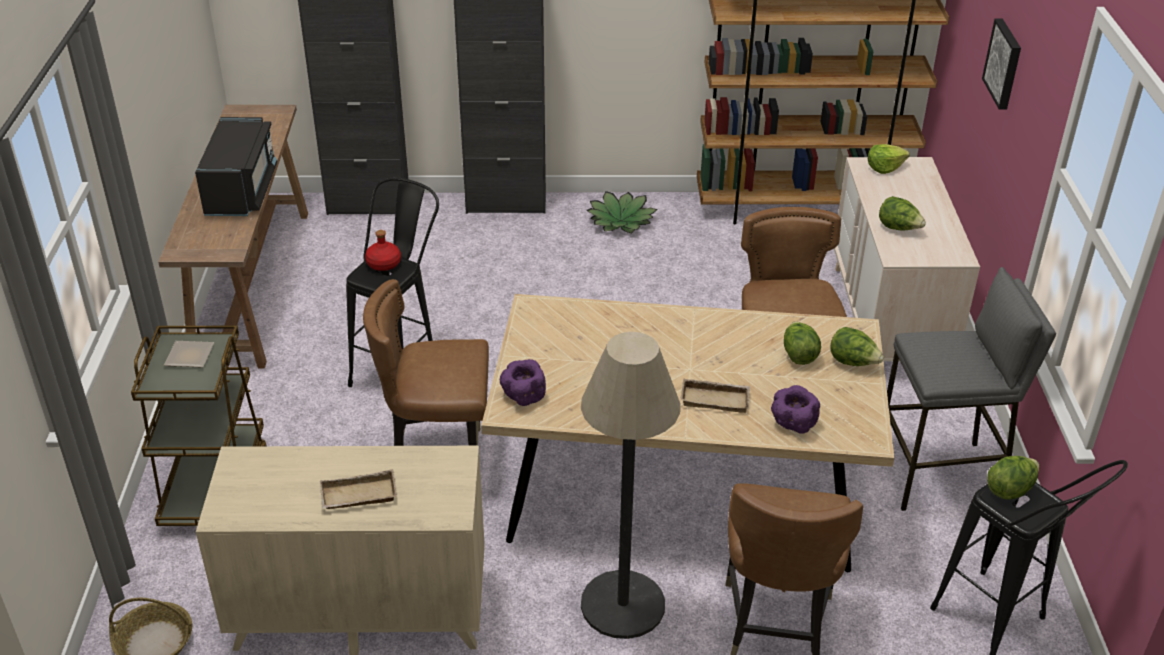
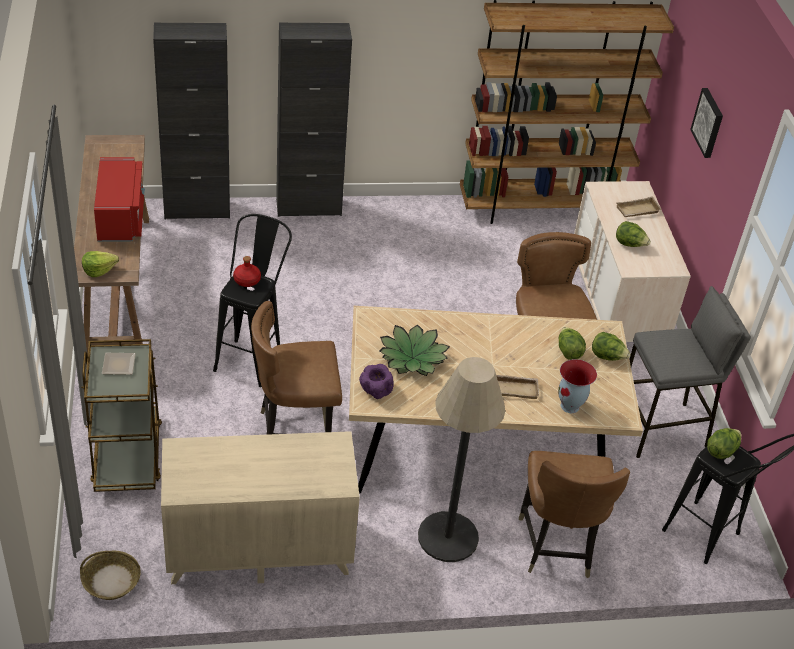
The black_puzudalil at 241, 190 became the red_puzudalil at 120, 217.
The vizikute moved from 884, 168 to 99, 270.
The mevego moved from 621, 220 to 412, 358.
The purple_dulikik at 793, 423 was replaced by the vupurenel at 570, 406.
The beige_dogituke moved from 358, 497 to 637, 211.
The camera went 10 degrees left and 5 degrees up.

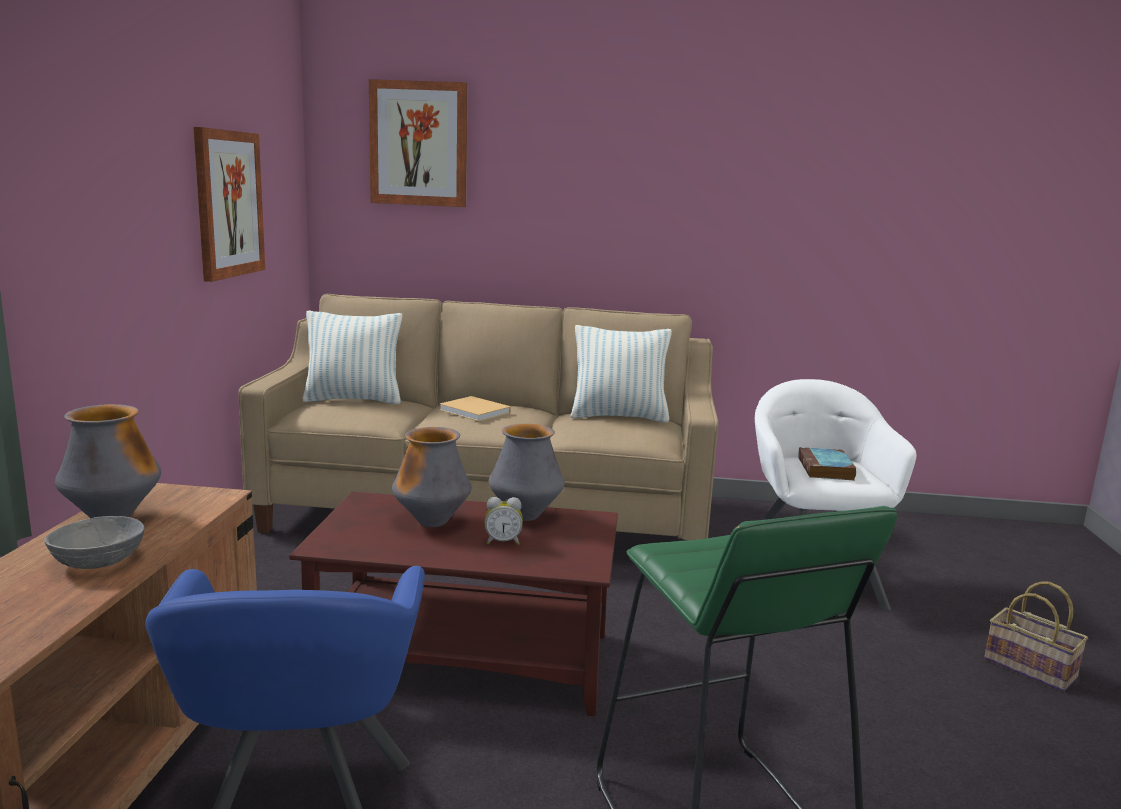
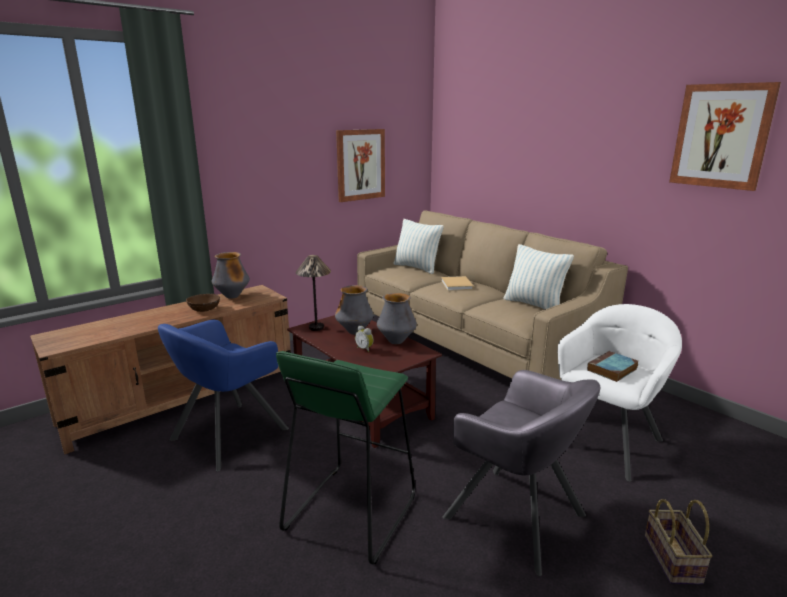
The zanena moved from 419, 144 to 721, 136.
The grey_dulikik at 99, 561 became the brown_dulikik at 204, 309.
The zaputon at 316, 327 appeared.
The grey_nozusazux at 515, 517 appeared.
The camera went 45 degrees right and 5 degrees up.

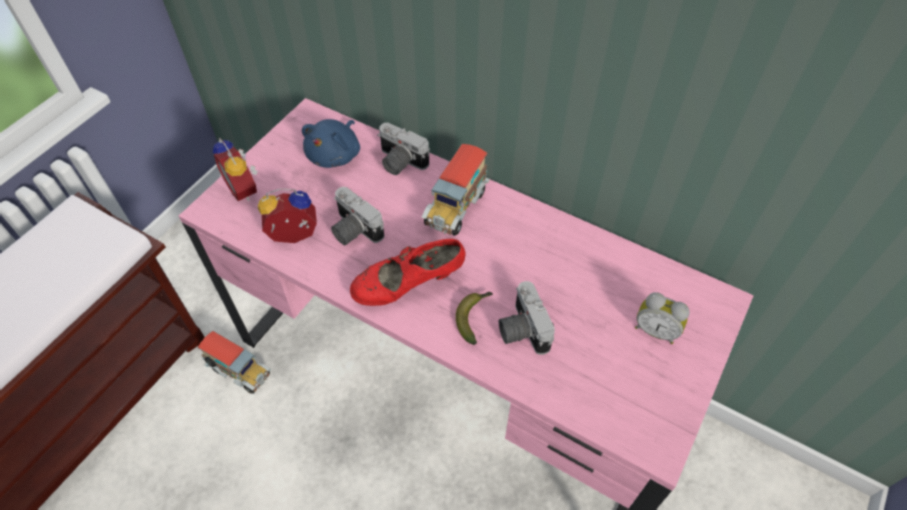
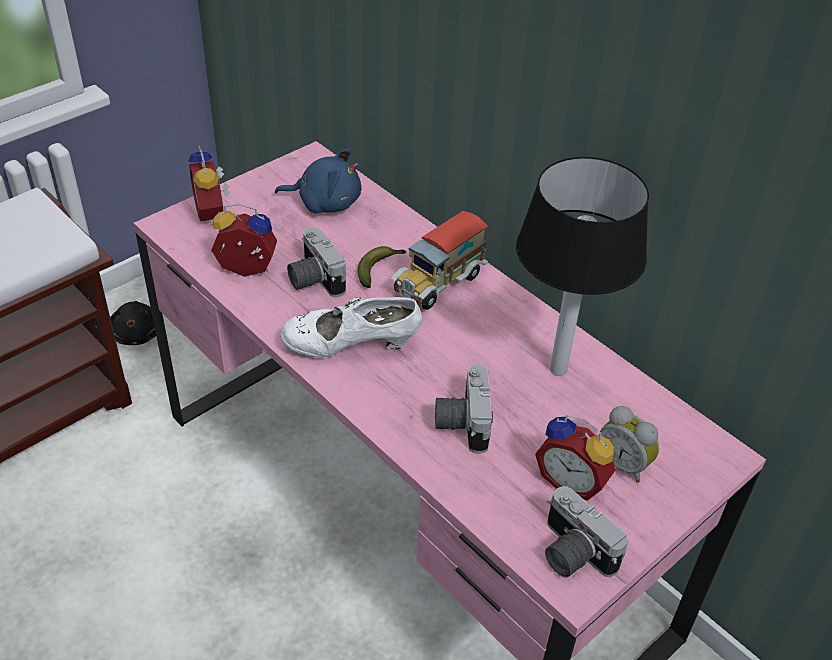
The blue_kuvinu at 335, 155 turned 120 degrees counterclockwise.
The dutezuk moved from 399, 162 to 570, 553.
The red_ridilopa at 408, 286 became the white_ridilopa at 351, 348.
The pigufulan moved from 474, 317 to 380, 269.
The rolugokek at 239, 372 disappeared.
The zaputon at 557, 368 appeared.
The black_kuvinu at 138, 334 appeared.
The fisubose at 572, 481 appeared.
The camera went 15 degrees right and 10 degrees down.

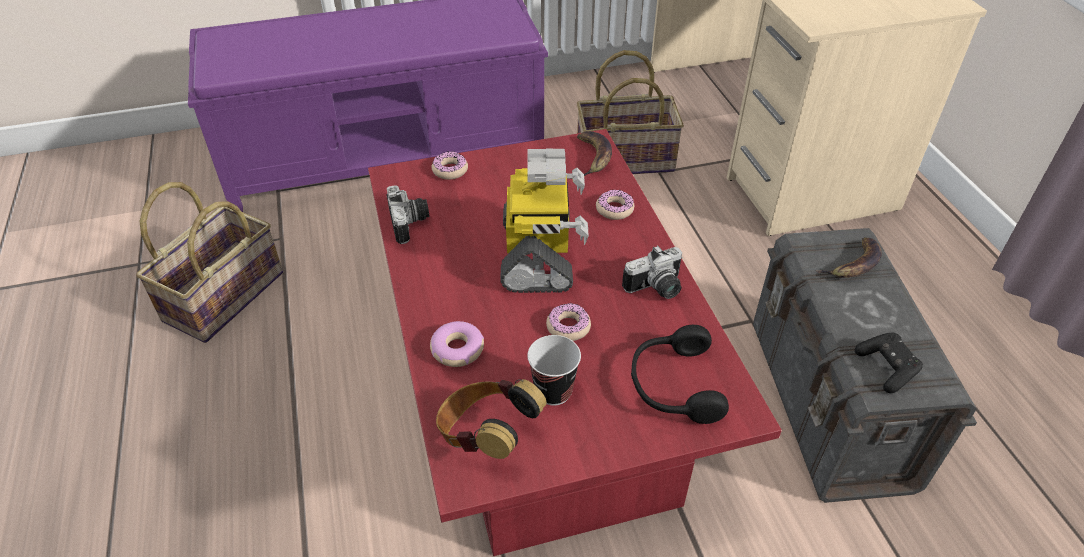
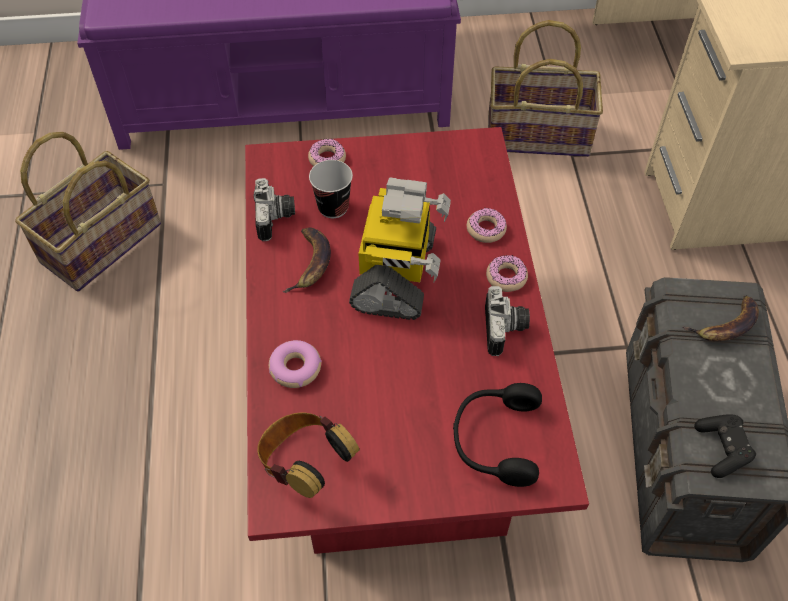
The pigufulan moved from 593, 158 to 310, 263.
The dutezuk at 656, 289 turned 75 degrees counterclockwise.
The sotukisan moved from 568, 327 to 506, 277.
The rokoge moved from 553, 391 to 333, 207.
The camera went 10 degrees right and 10 degrees up.

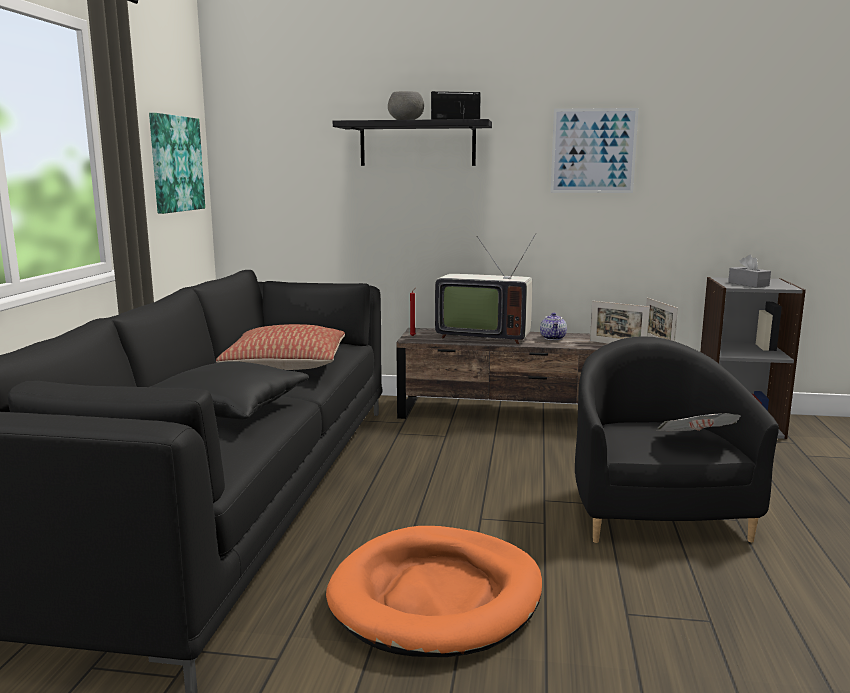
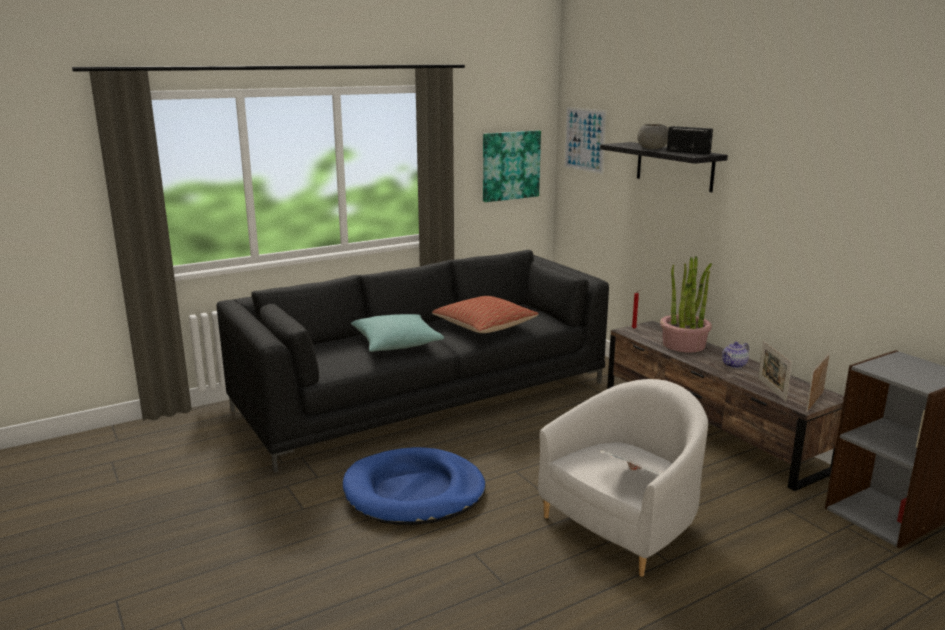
The zanena moved from 593, 151 to 584, 140.
The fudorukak at 482, 336 was replaced by the mevego at 683, 345.
The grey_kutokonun at 748, 284 disappeared.
The black_nozusazux at 653, 512 became the white_nozusazux at 623, 525.
The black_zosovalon at 227, 410 became the turquoise_zosovalon at 396, 344.
The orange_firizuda at 437, 596 became the blue_firizuda at 414, 492.
The camera went 50 degrees right and 5 degrees up.

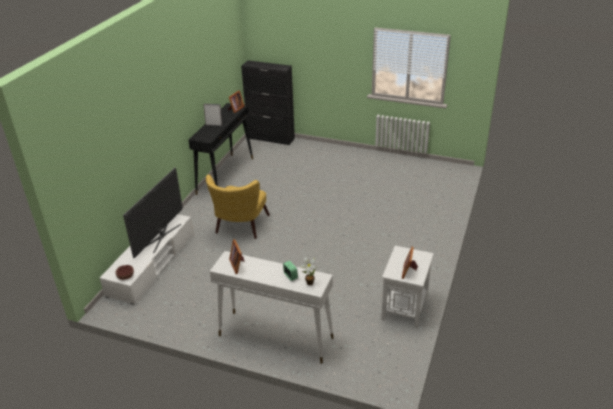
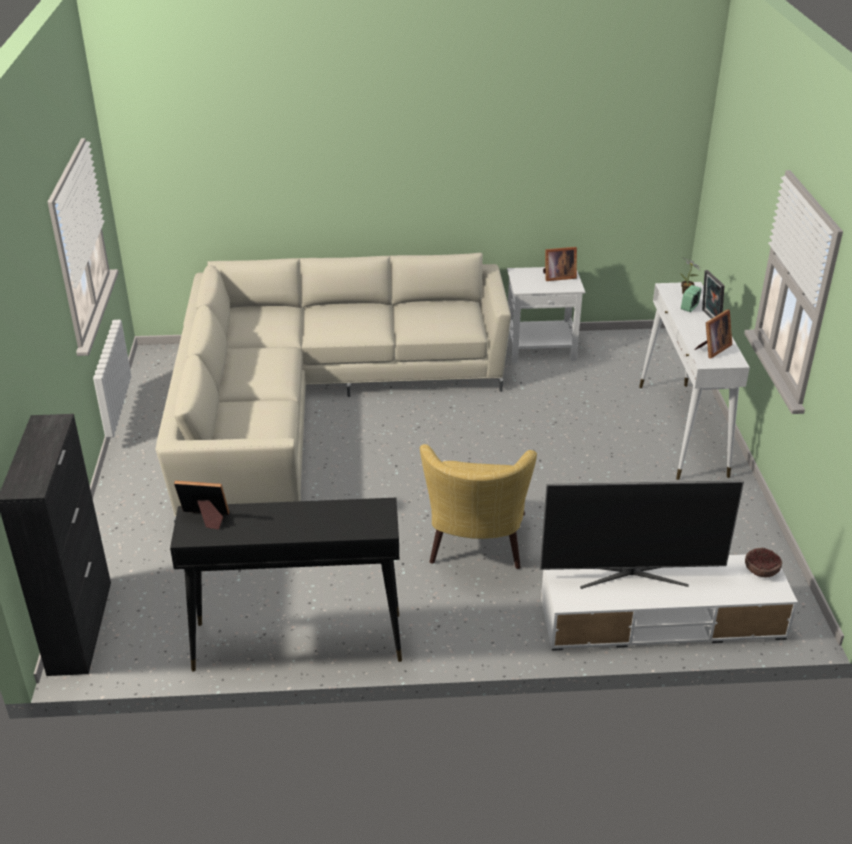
The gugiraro moved from 214, 125 to 709, 318.
The yellow_nozusazux at 240, 228 turned 105 degrees clockwise.
The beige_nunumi at 312, 402 appeared.
The camera went 115 degrees left and 0 degrees up.

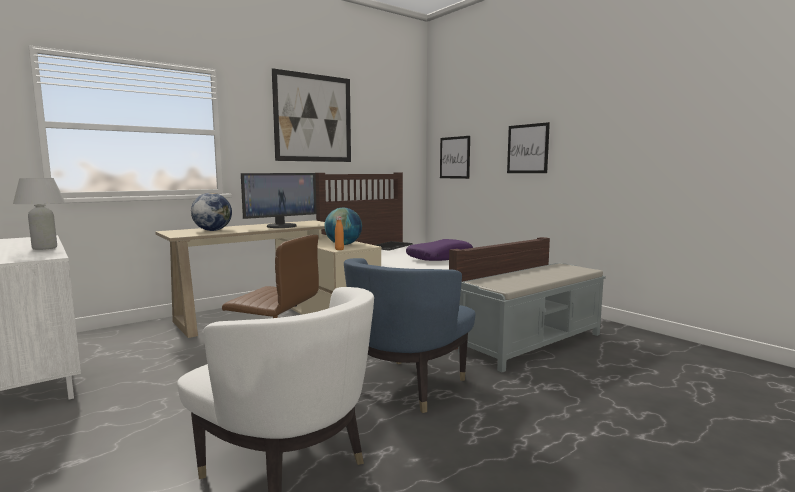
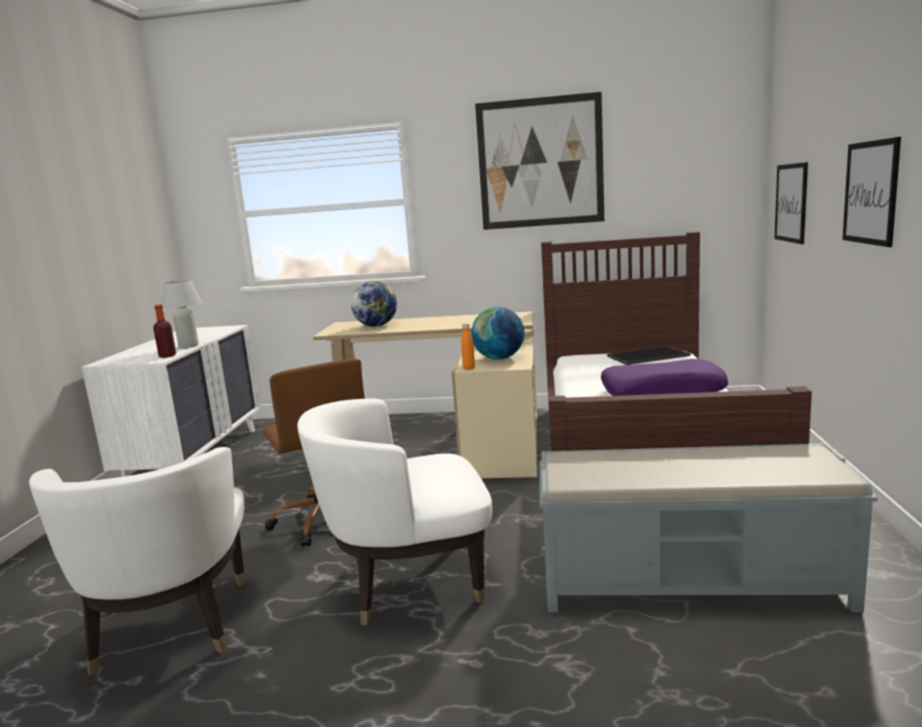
The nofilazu at 281, 226 disappeared.
The blue_nozusazux at 407, 386 became the white_nozusazux at 409, 581.
The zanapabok at 167, 356 appeared.
The camera went 45 degrees right and 5 degrees up.

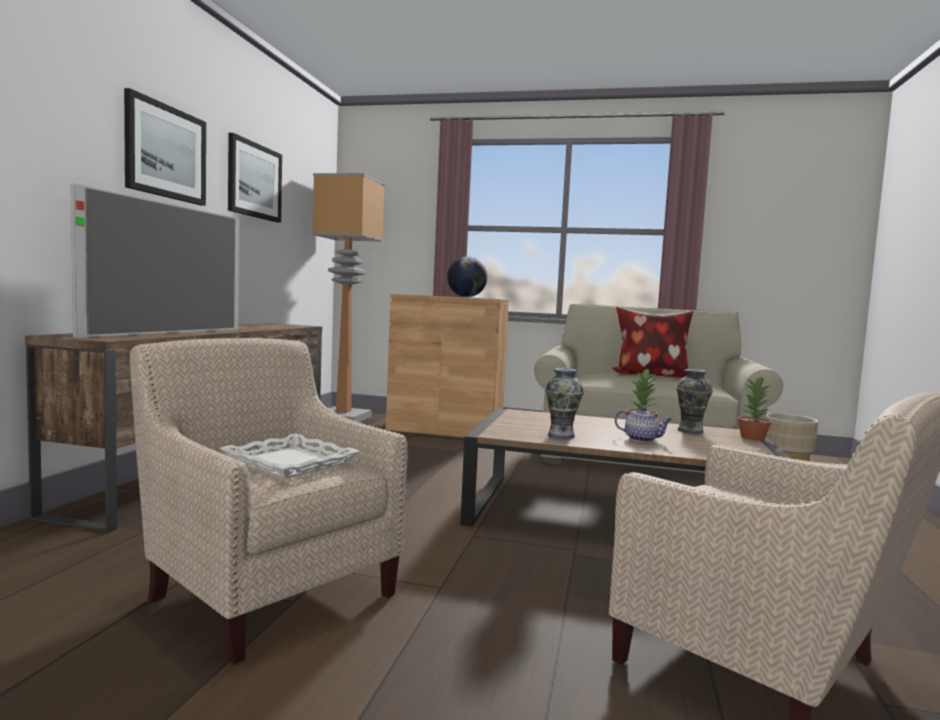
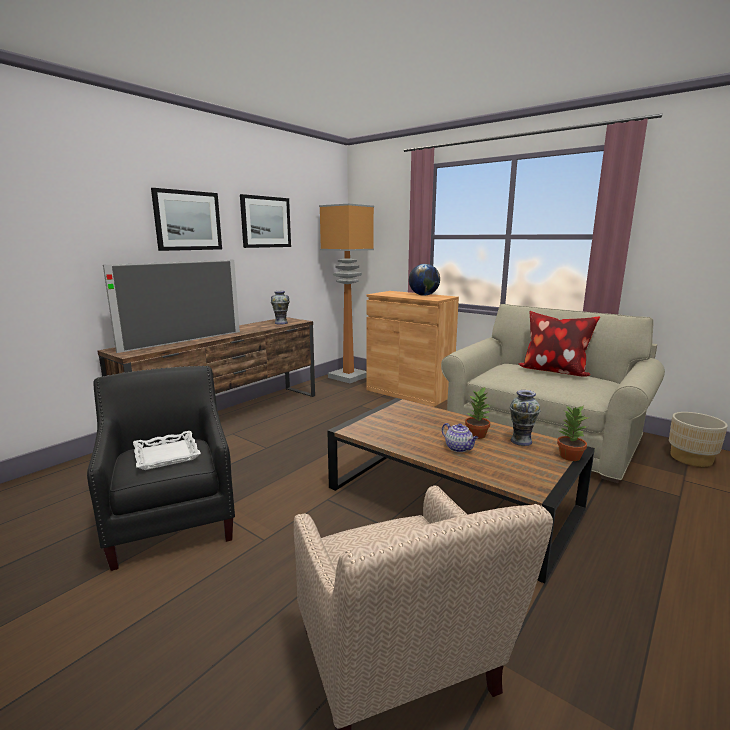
The beige_nozusazux at 269, 589 became the black_nozusazux at 174, 520.
The vupurenel moved from 561, 435 to 281, 323.
The camera went 25 degrees right and 10 degrees up.

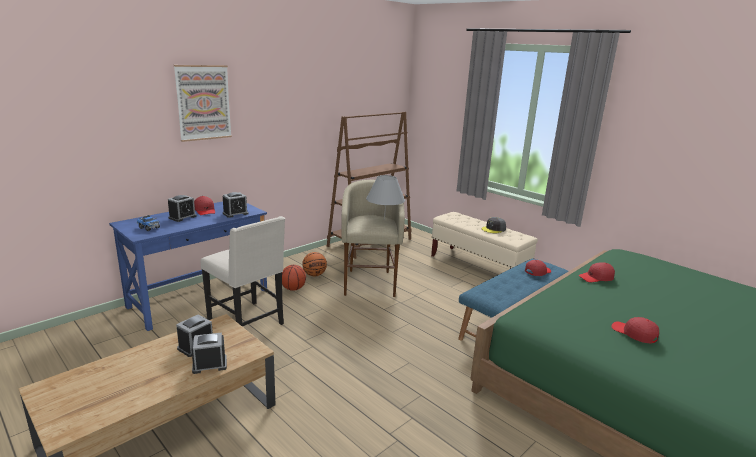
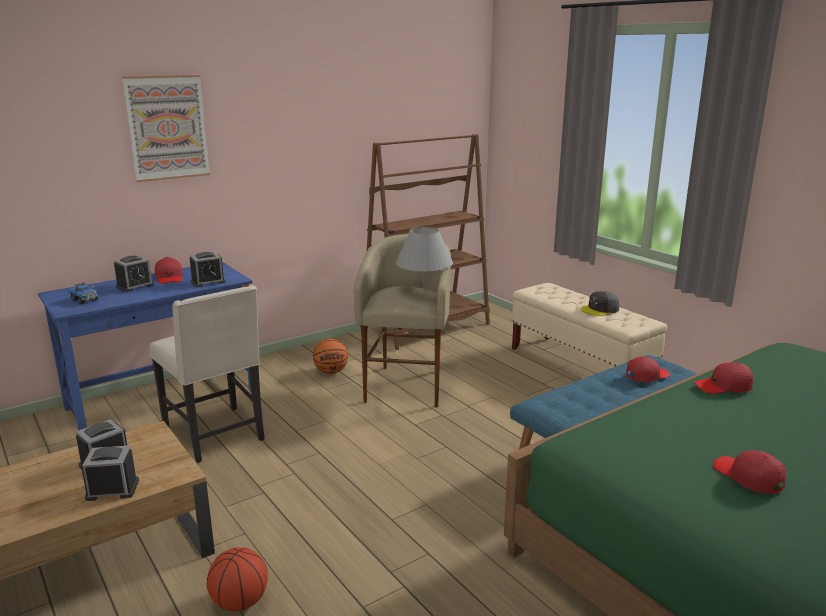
The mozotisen moved from 293, 289 to 240, 602.
The camera went 10 degrees right and 0 degrees up.

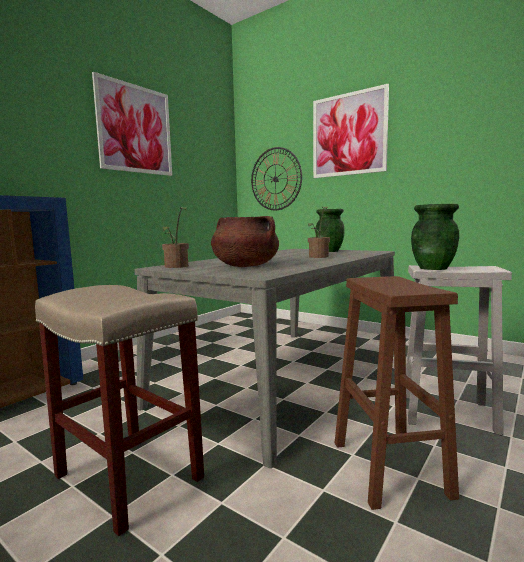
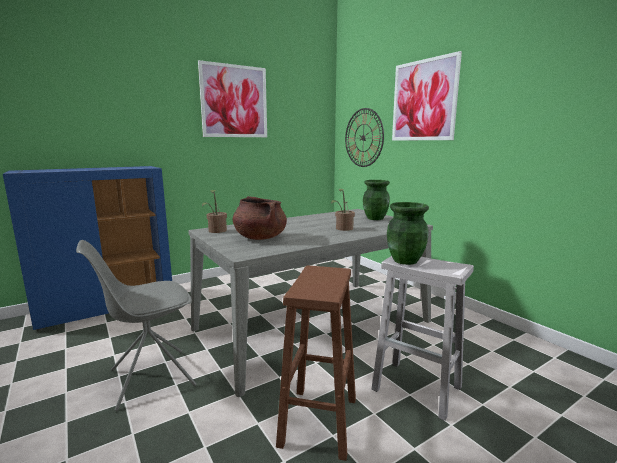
The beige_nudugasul at 126, 477 was replaced by the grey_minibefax at 150, 378.
The camera went 20 degrees right and 5 degrees up.

